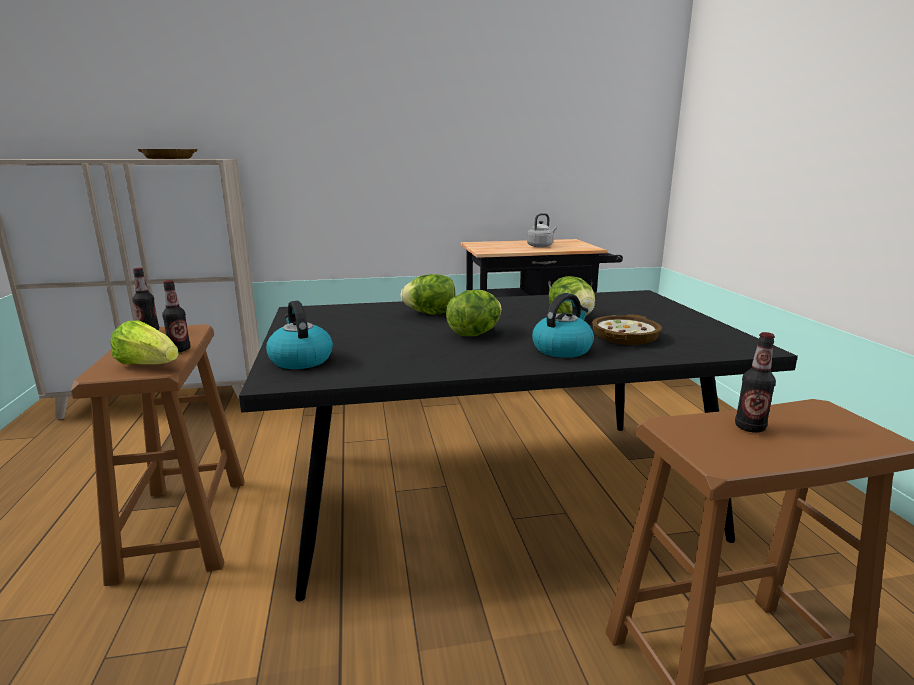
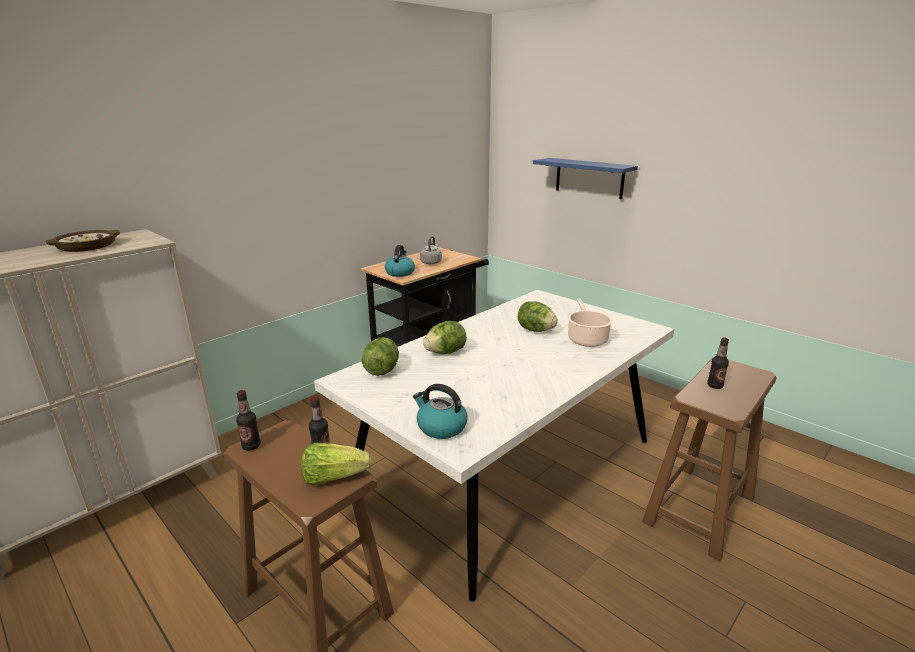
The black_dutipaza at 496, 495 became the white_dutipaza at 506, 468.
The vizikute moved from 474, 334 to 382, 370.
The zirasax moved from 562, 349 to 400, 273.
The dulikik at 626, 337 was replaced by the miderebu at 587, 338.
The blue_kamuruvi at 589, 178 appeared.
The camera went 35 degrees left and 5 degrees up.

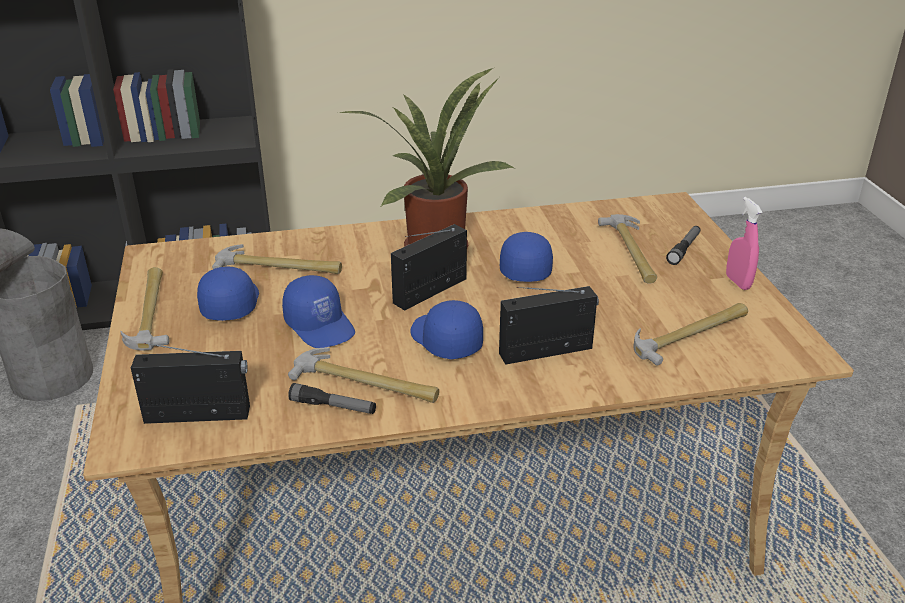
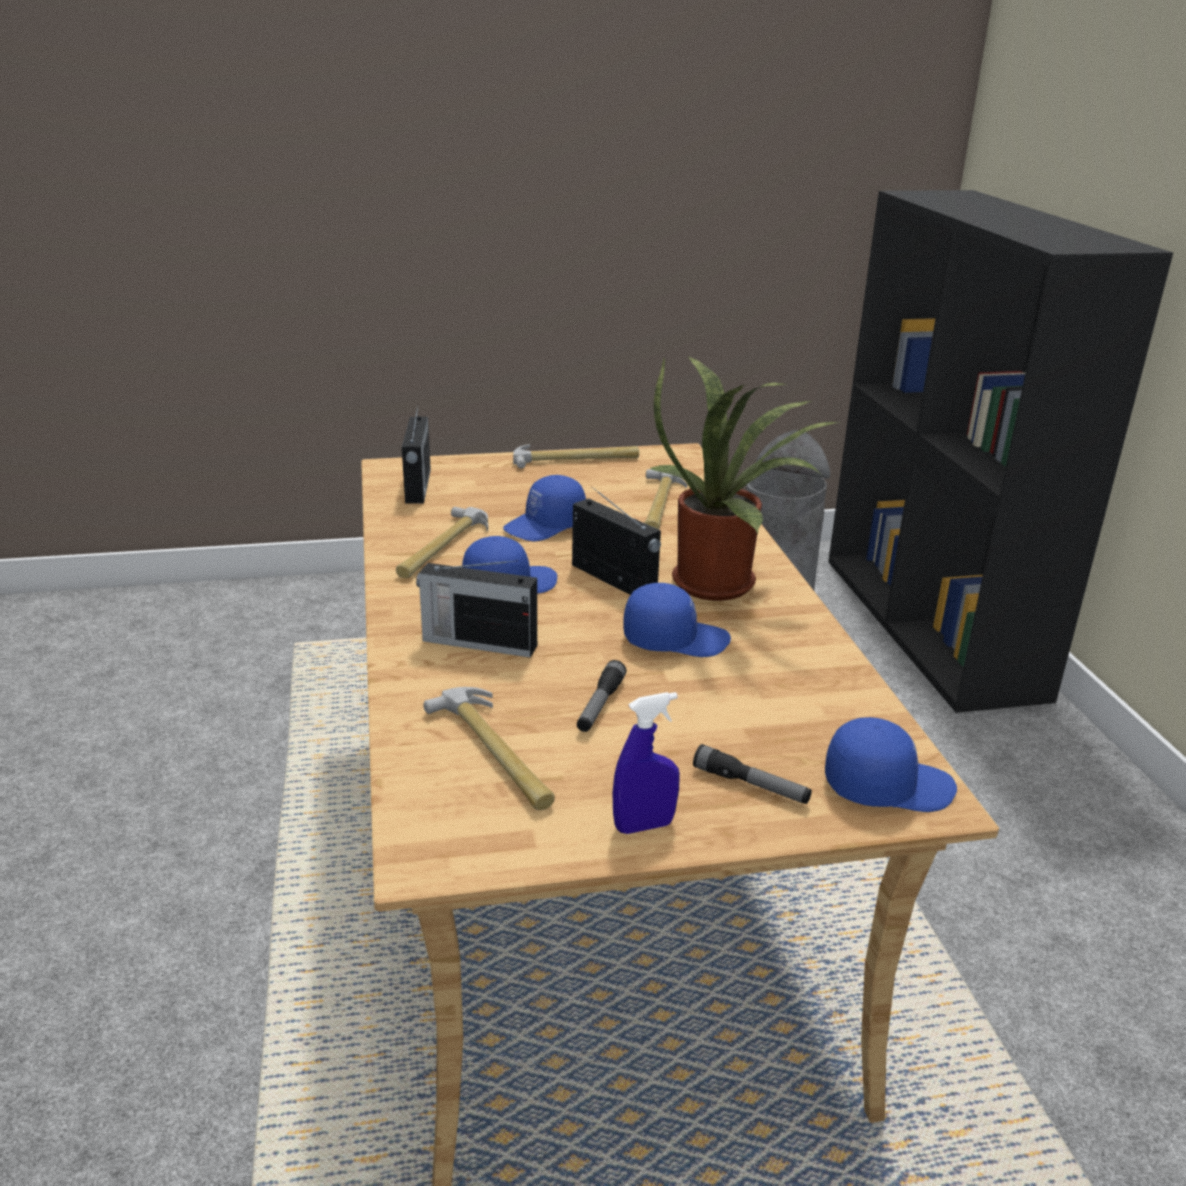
The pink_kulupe at 738, 282 became the blue_kulupe at 644, 826.
The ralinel at 631, 252 disappeared.
The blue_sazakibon moved from 229, 303 to 887, 785.
The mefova at 547, 351 turned 120 degrees clockwise.
The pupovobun moved from 333, 406 to 600, 705.
The camera went 90 degrees right and 5 degrees down.

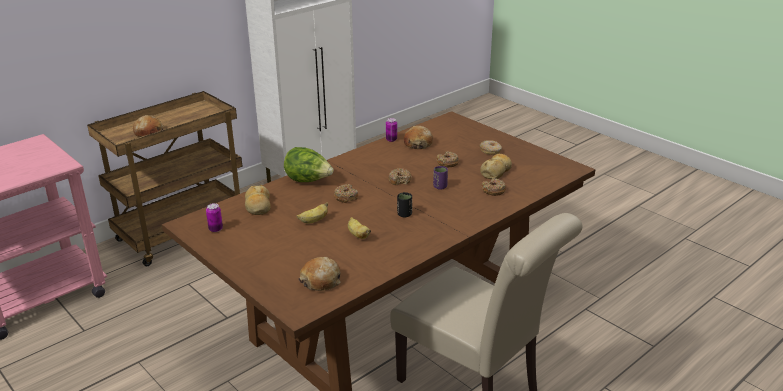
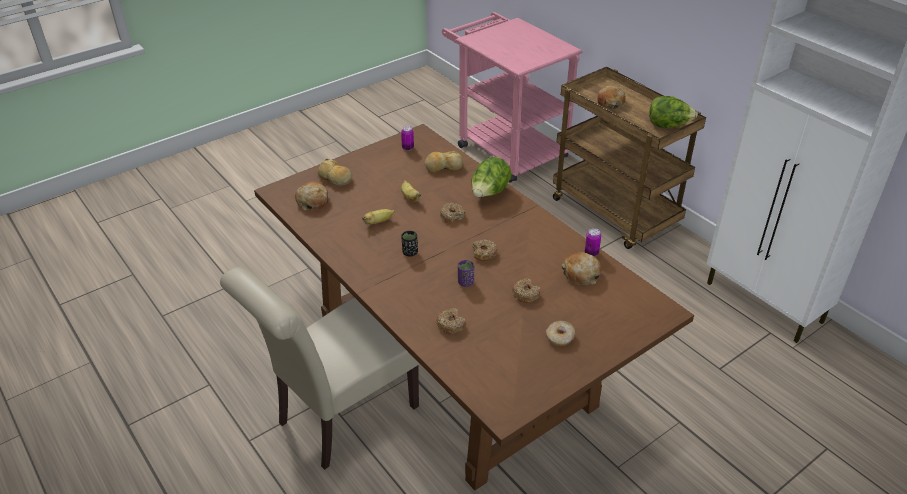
The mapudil moved from 496, 171 to 335, 178.
The vizikute at 668, 126 appeared.
The camera went 95 degrees right and 10 degrees up.

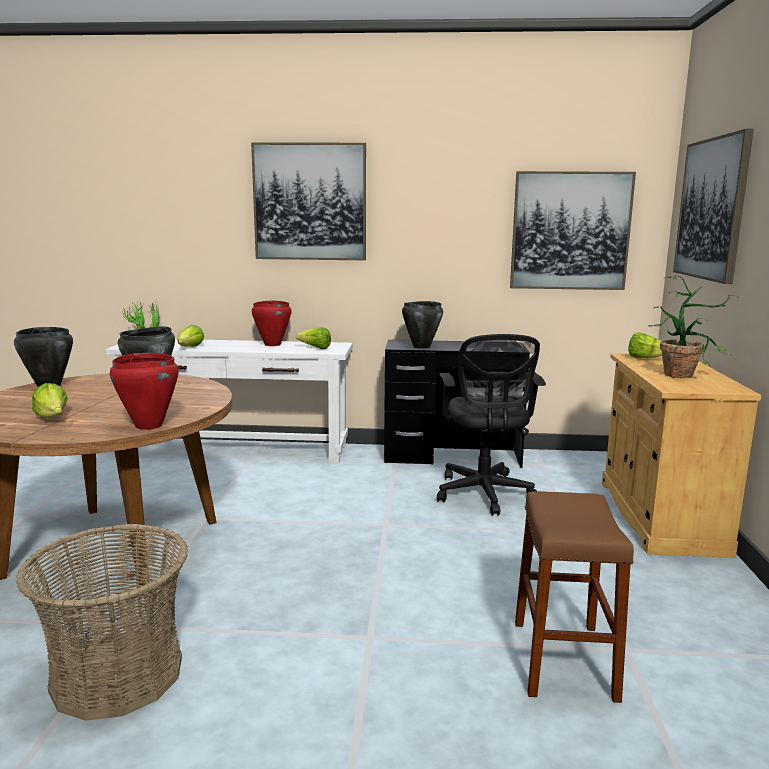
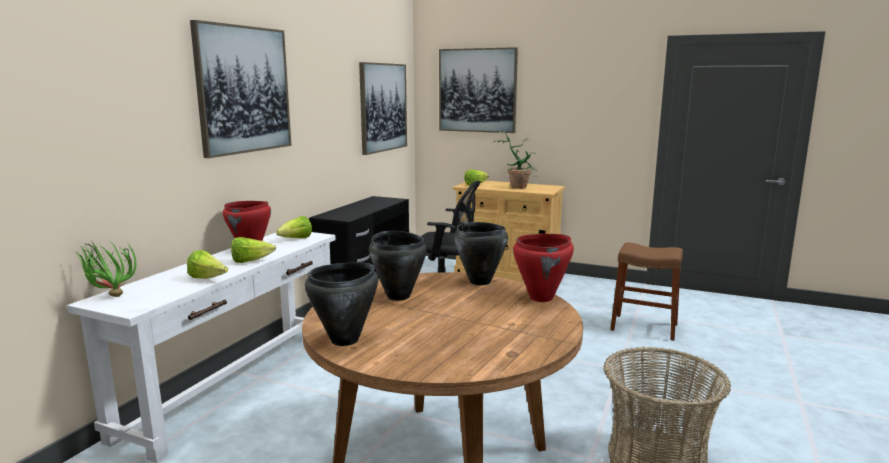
The black_miderebu moved from 421, 347 to 480, 282.
The vizikute moved from 53, 418 to 250, 261.
The camera went 70 degrees left and 0 degrees up.

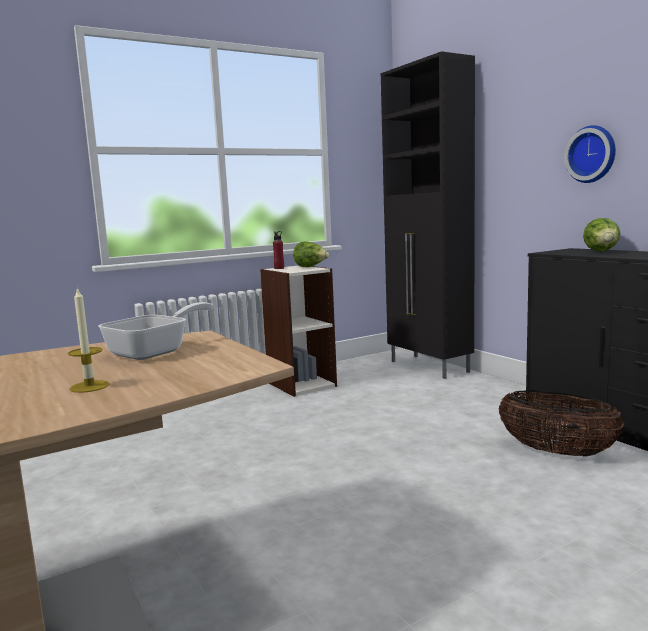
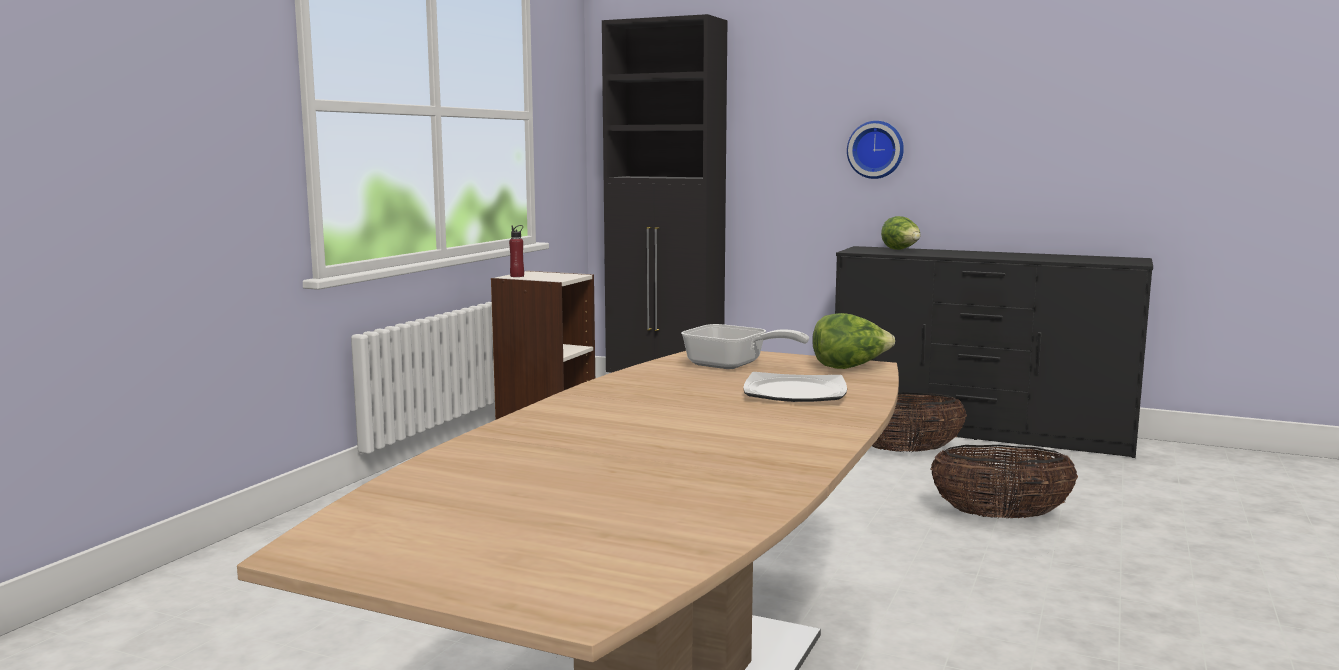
The vizikute moved from 311, 267 to 849, 367.
The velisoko at 89, 386 was replaced by the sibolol at 794, 392.
The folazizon at 156, 351 turned 120 degrees clockwise.
The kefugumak at 1000, 517 appeared.
The camera went 35 degrees left and 0 degrees up.

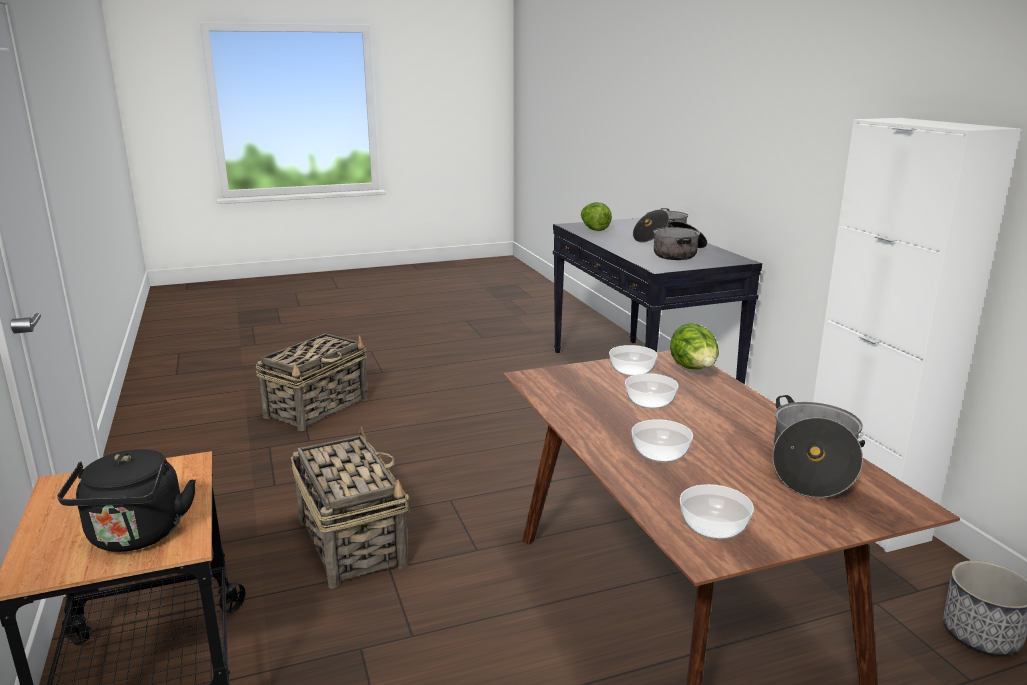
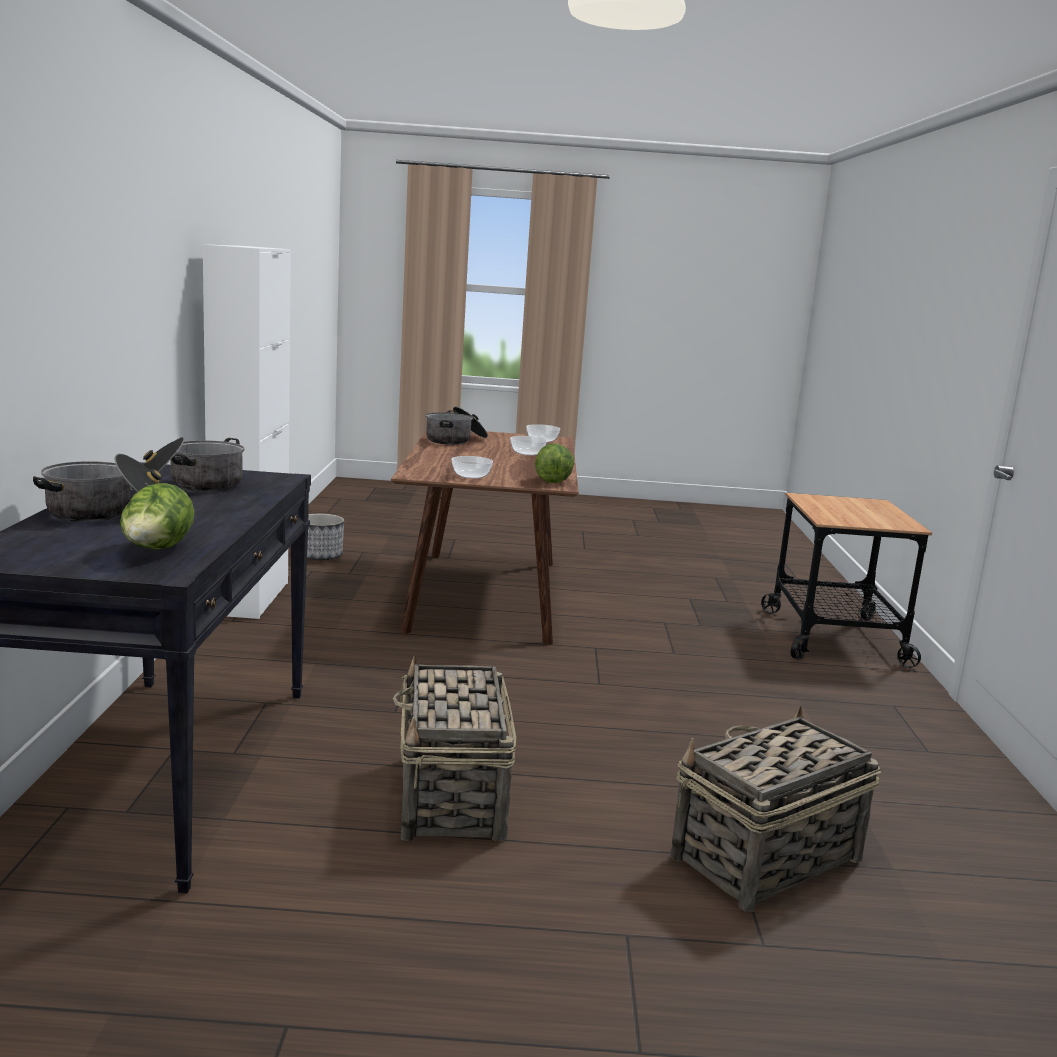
The vizikute moved from 694, 370 to 553, 481.
The dulikik at 649, 402 disappeared.
The kefugumak moved from 351, 541 to 451, 798.
The black_zirasax at 135, 537 disappeared.
The camera went 160 degrees left and 5 degrees down.

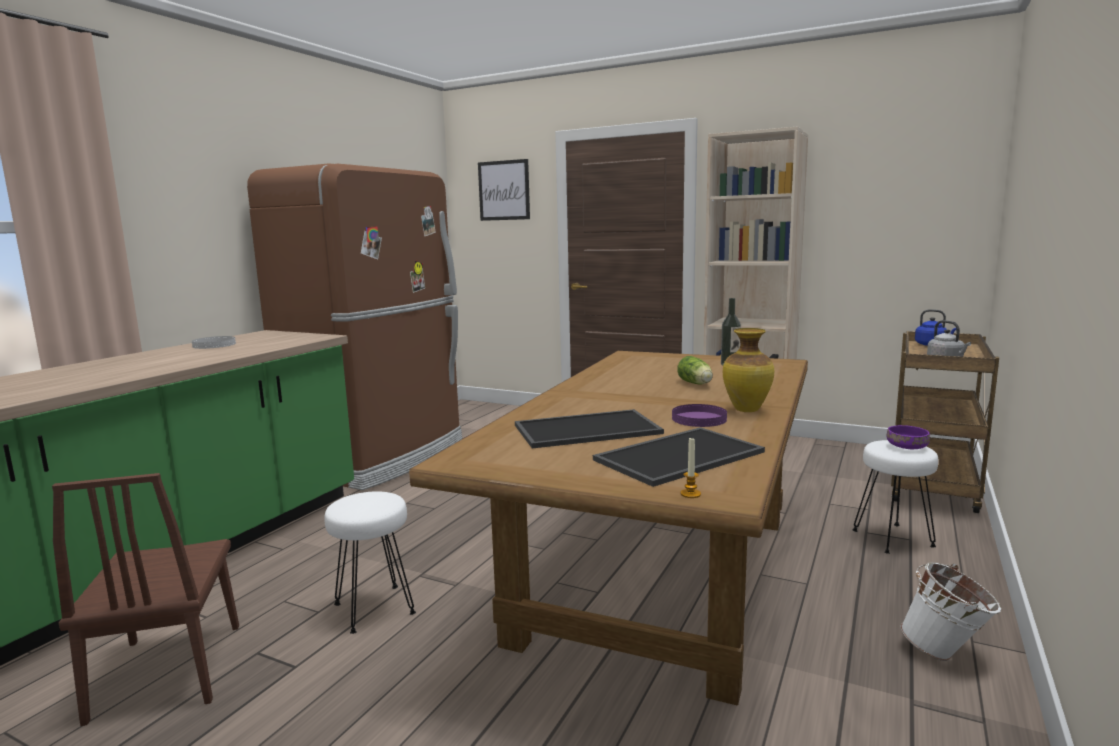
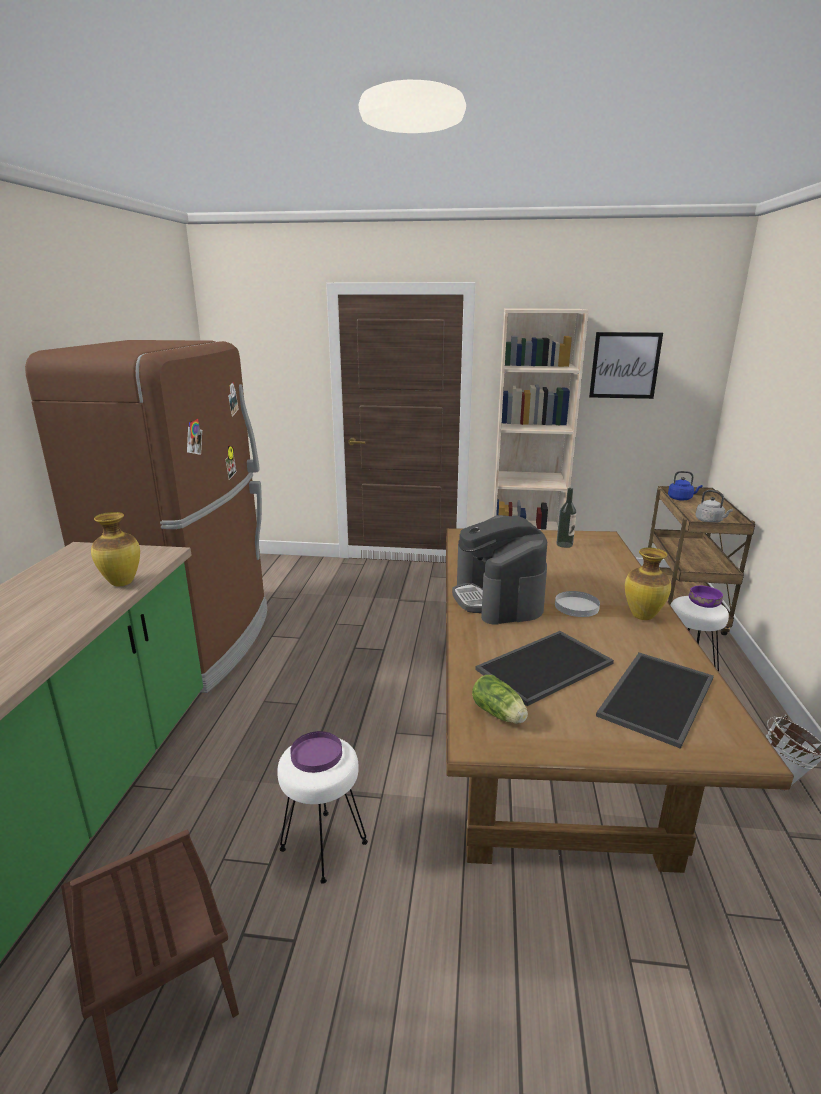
The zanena moved from 504, 190 to 625, 365.
The white_sibolol moved from 214, 345 to 576, 606.
The vizikute moved from 696, 384 to 500, 715.
The purple_sibolol moved from 698, 419 to 316, 754.
The velisoko at 690, 494 disappeared.
The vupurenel at 122, 583 appeared.
The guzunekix at 498, 598 appeared.
The camera went 20 degrees left and 10 degrees up.

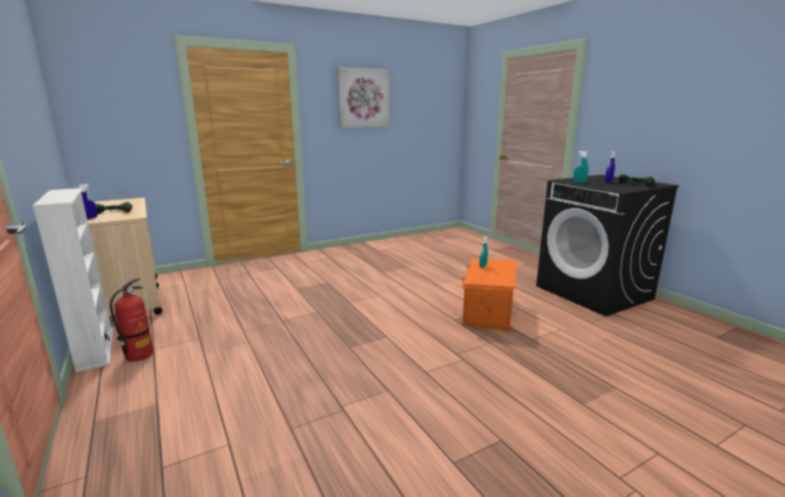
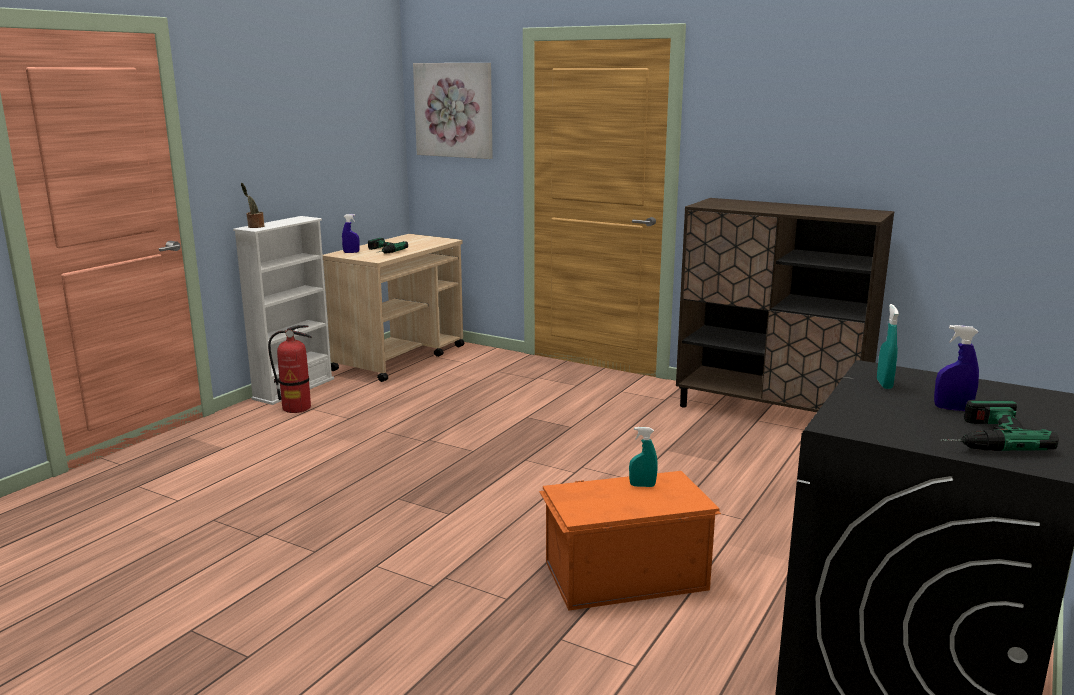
The zanena moved from 363, 98 to 454, 110.
The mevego at 254, 226 appeared.
The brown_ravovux at 770, 412 appeared.
The camera went 60 degrees right and 0 degrees up.

